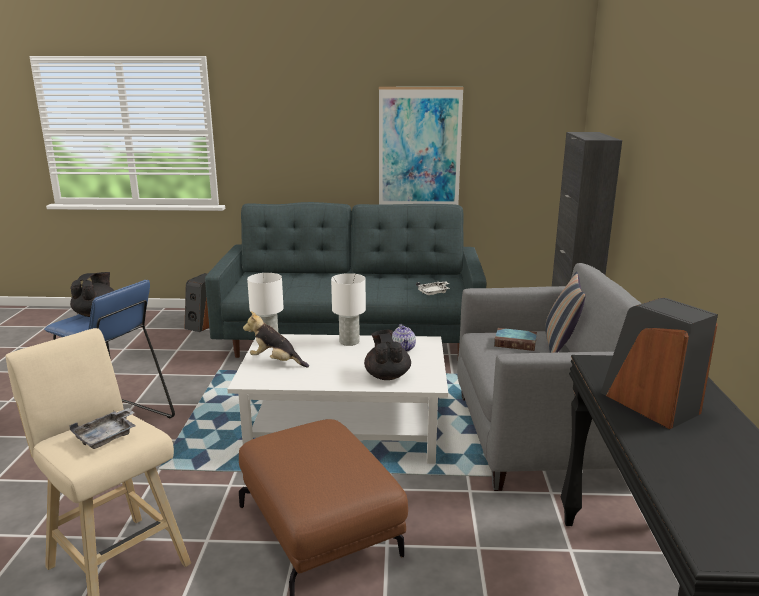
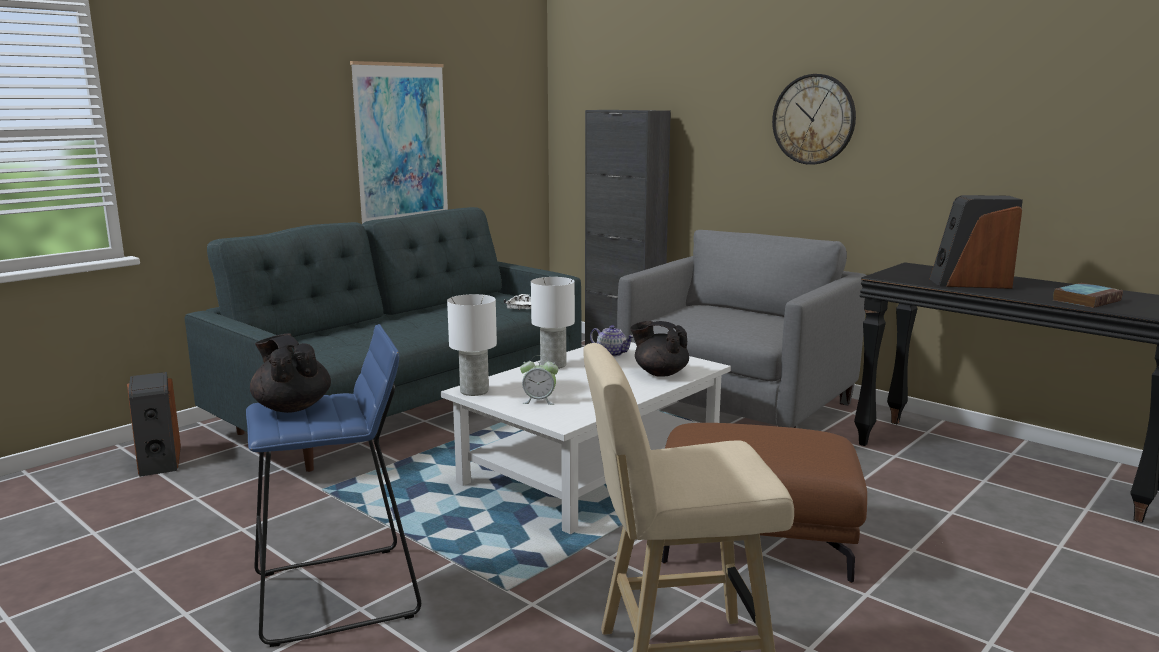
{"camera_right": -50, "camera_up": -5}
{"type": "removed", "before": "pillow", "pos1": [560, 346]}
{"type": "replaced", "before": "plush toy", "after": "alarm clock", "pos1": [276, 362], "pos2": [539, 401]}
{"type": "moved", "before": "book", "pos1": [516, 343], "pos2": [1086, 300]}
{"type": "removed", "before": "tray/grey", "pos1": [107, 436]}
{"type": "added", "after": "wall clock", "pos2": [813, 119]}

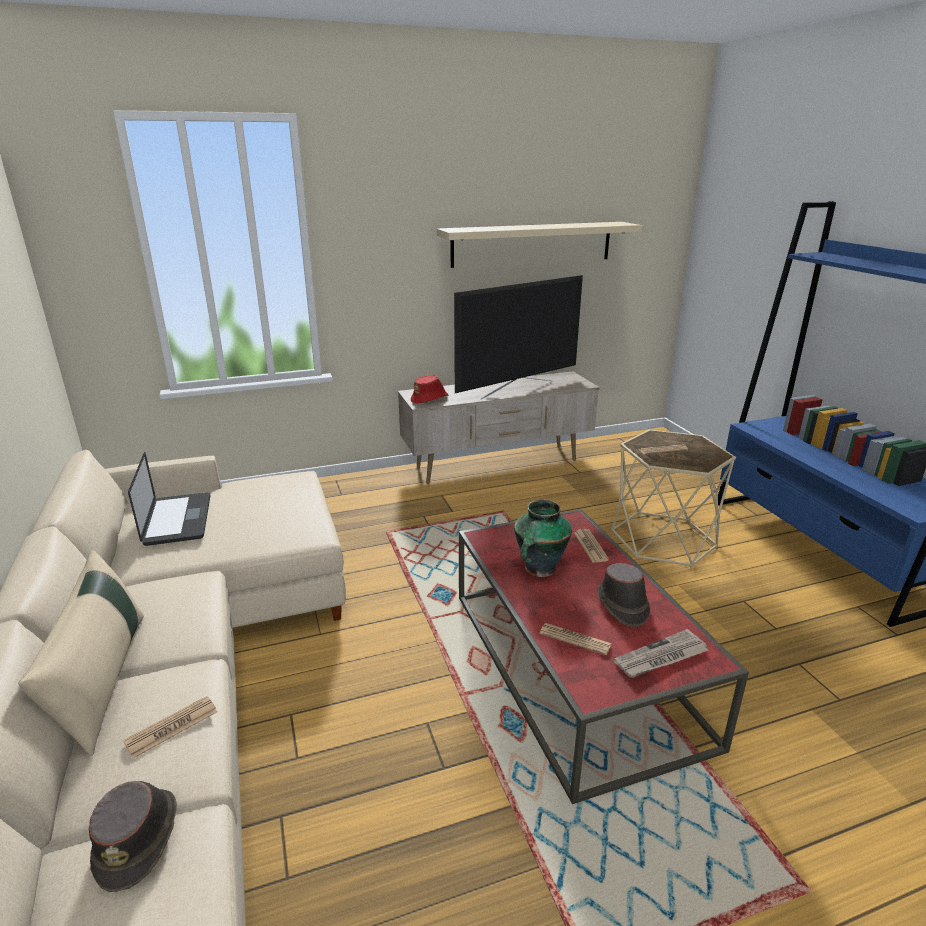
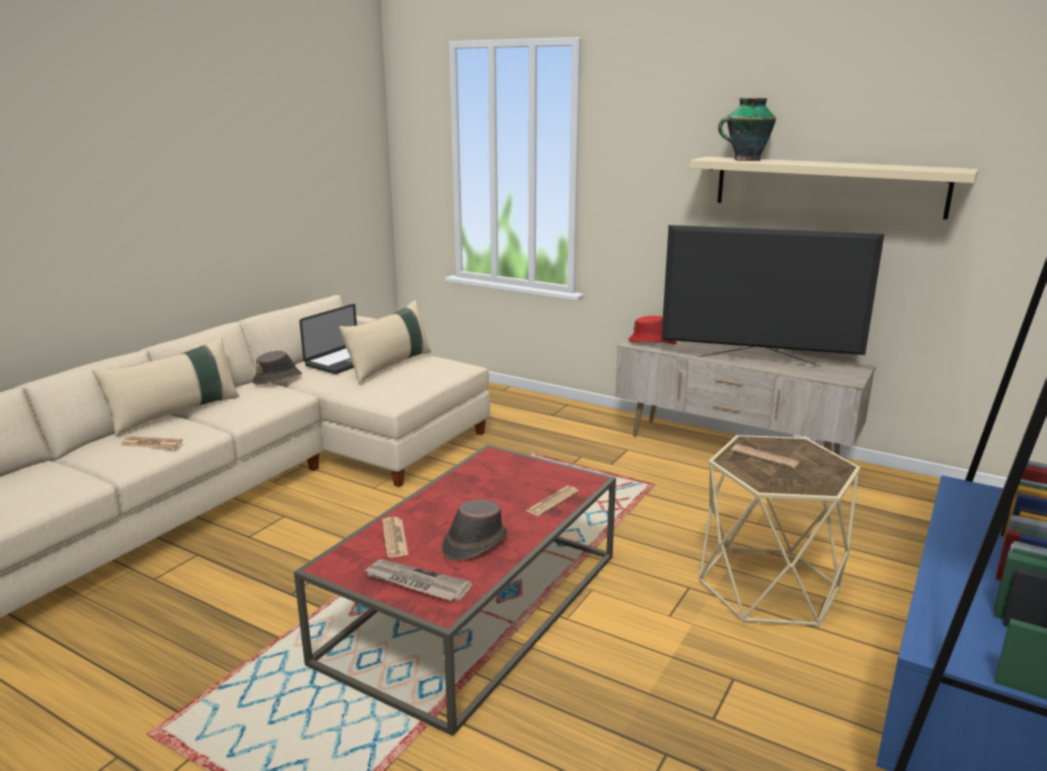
{"camera_right": 50, "camera_up": -5}
{"type": "moved", "before": "vase", "pos1": [539, 569], "pos2": [745, 160]}
{"type": "moved", "before": "hat/brown", "pos1": [139, 838], "pos2": [278, 379]}
{"type": "added", "after": "pillow/beige", "pos2": [390, 365]}

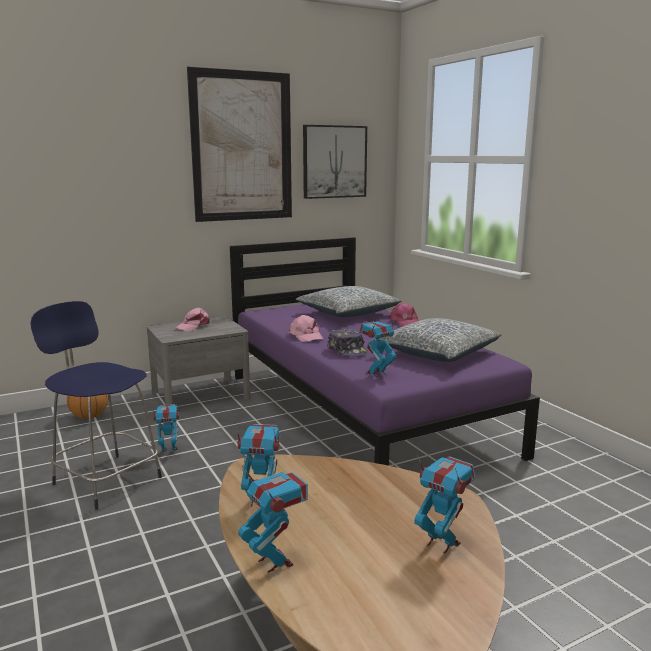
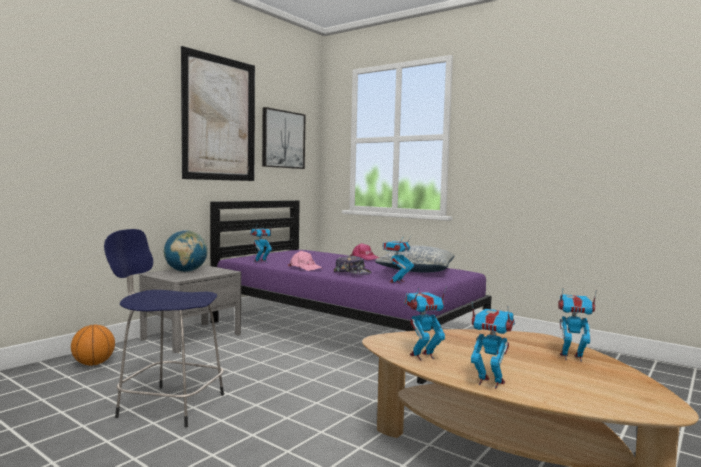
{"camera_right": -25, "camera_up": -10}
{"type": "removed", "before": "pillow", "pos1": [348, 313]}
{"type": "replaced", "before": "cap/pink", "after": "globe", "pos1": [193, 326], "pos2": [186, 271]}
{"type": "moved", "before": "toy robot", "pos1": [169, 451], "pos2": [260, 261]}

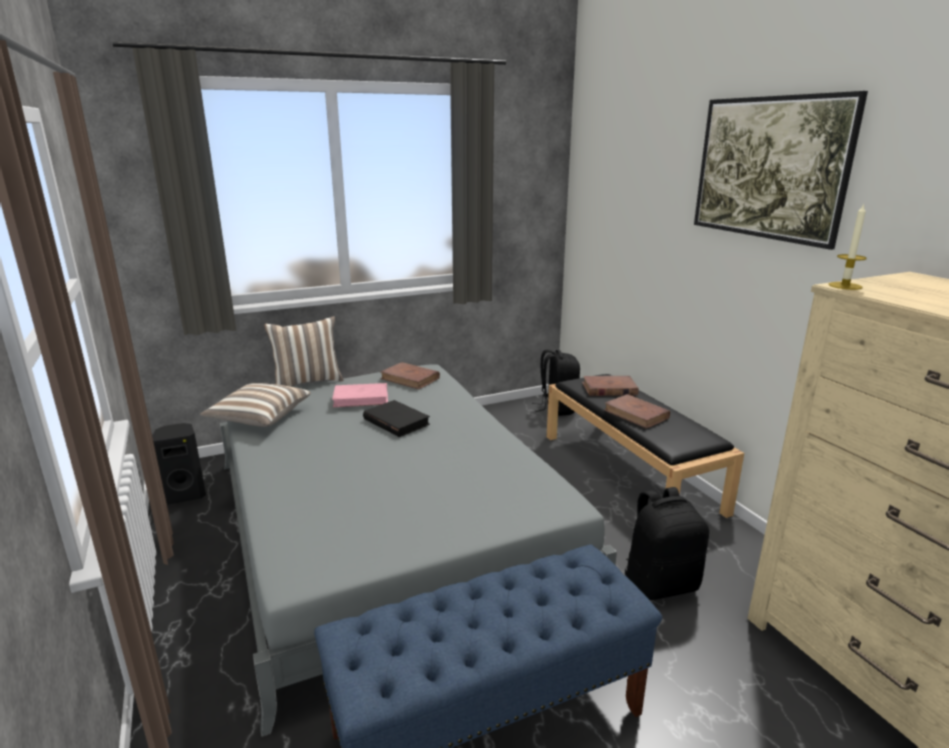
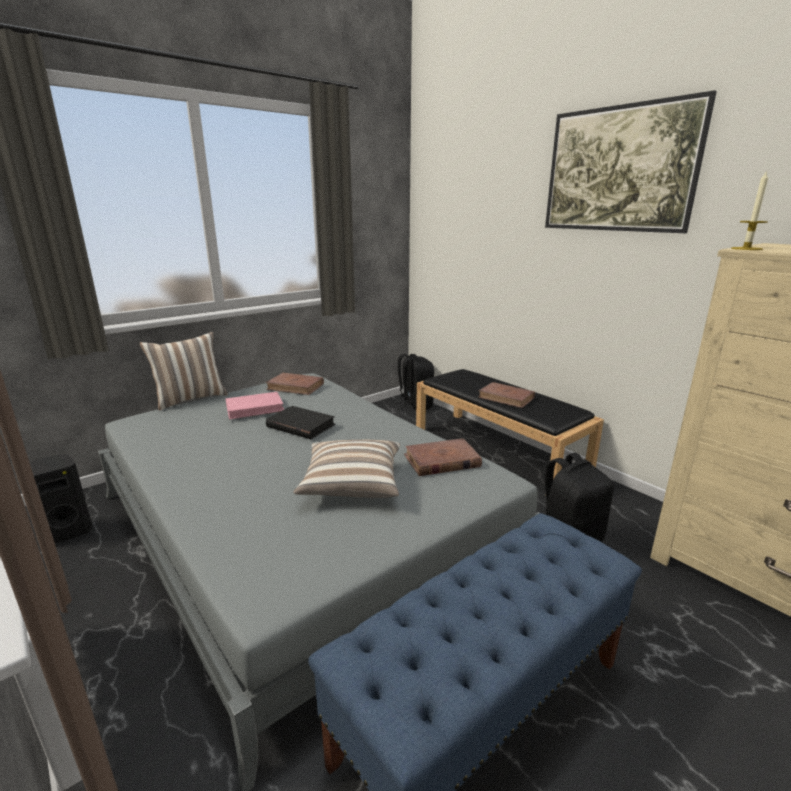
{"camera_right": -15, "camera_up": 0}
{"type": "moved", "before": "book/brown", "pos1": [609, 389], "pos2": [441, 461]}
{"type": "moved", "before": "pillow", "pos1": [259, 418], "pos2": [352, 485]}

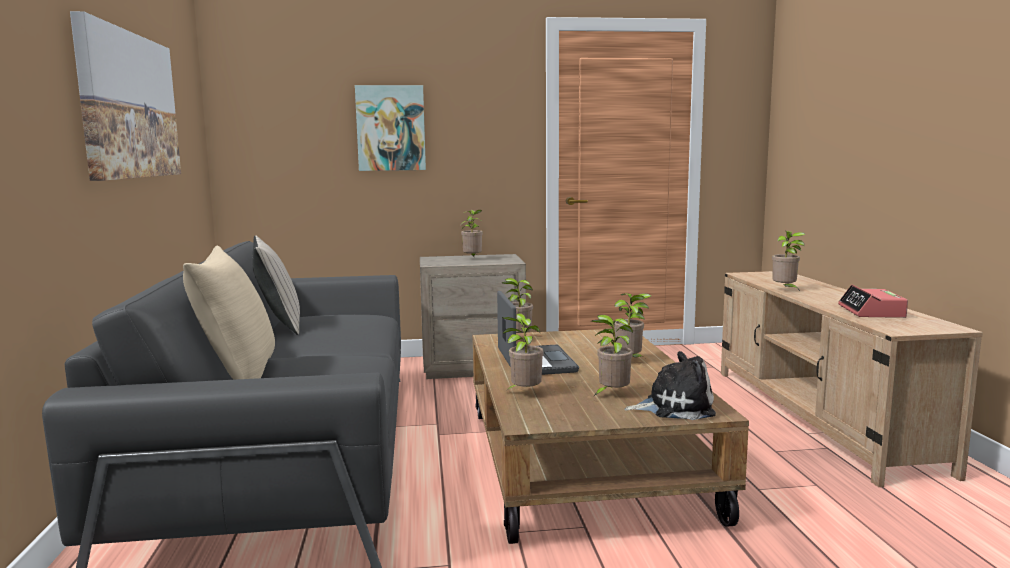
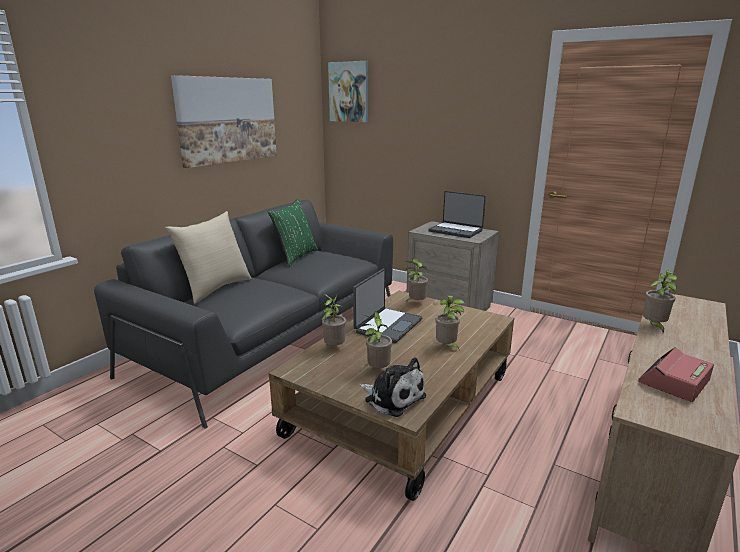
{"camera_right": 40, "camera_up": 10}
{"type": "moved", "before": "picture", "pos1": [391, 128], "pos2": [349, 92]}
{"type": "replaced", "before": "potted plant", "after": "laptop", "pos1": [473, 259], "pos2": [456, 231]}
{"type": "recoloured", "before": "pillow/beige", "after": "pillow/green", "pos1": [279, 326], "pos2": [295, 256]}

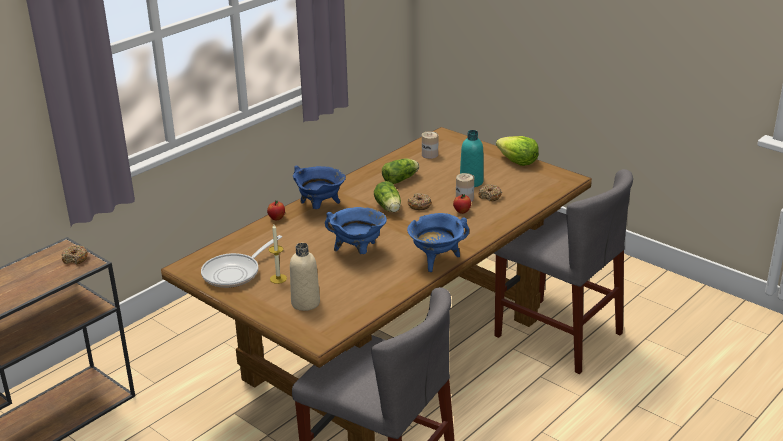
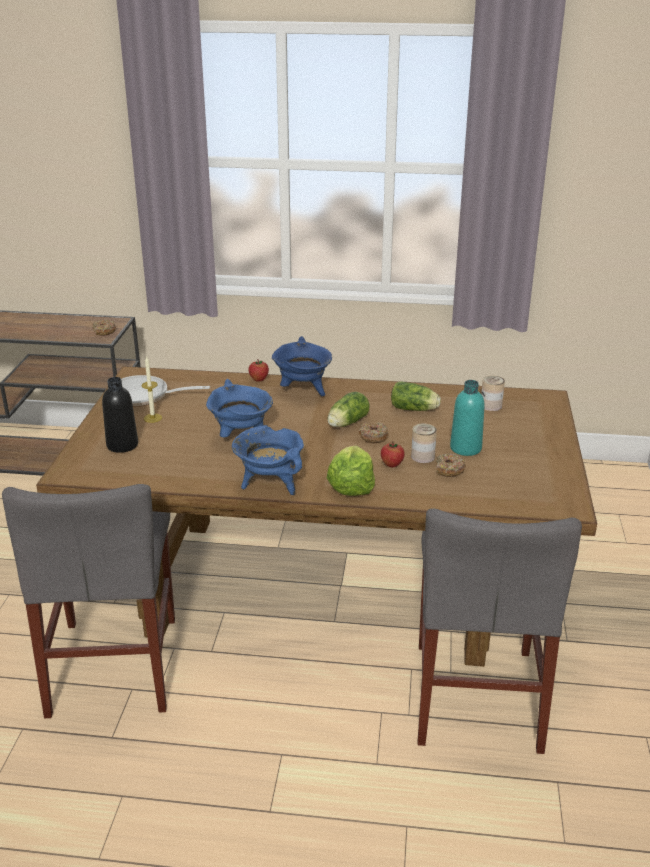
{"camera_right": 55, "camera_up": 0}
{"type": "moved", "before": "lettuce", "pos1": [517, 161], "pos2": [351, 486]}
{"type": "recoloured", "before": "bottle/beige", "after": "bottle/black", "pos1": [305, 303], "pos2": [122, 445]}

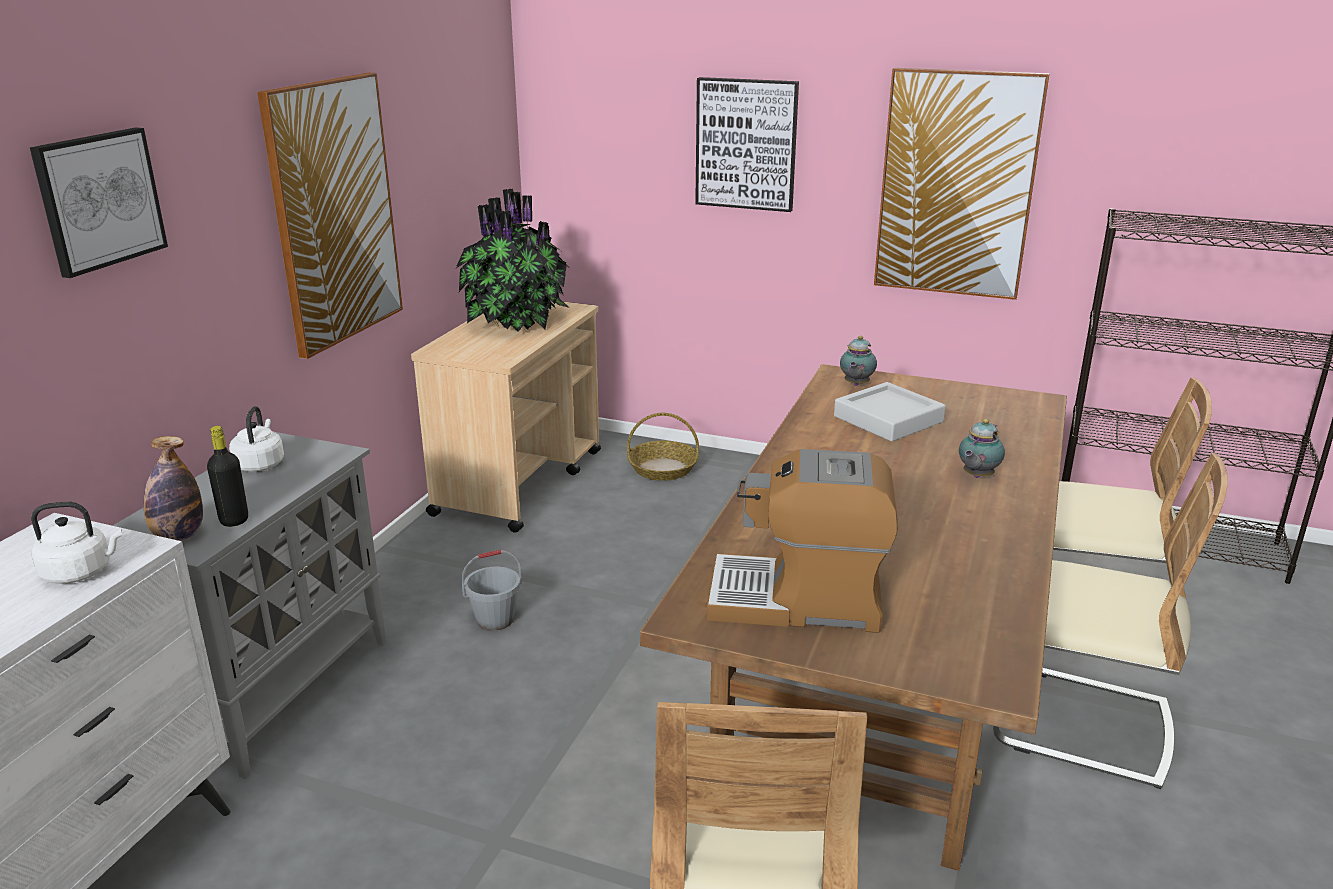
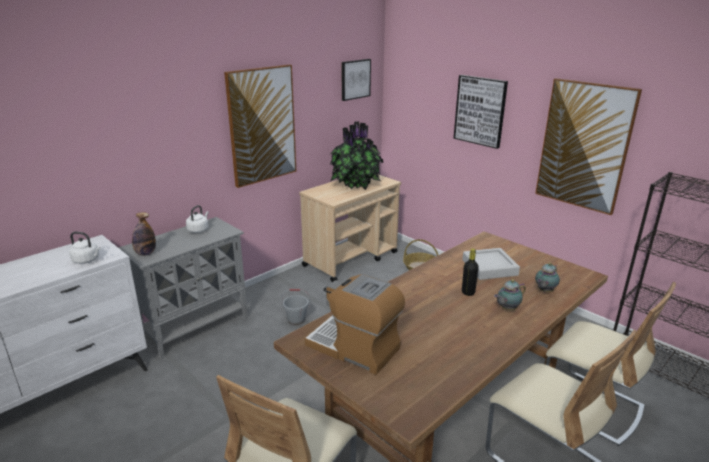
{"camera_right": 25, "camera_up": 0}
{"type": "moved", "before": "picture", "pos1": [99, 200], "pos2": [355, 79]}
{"type": "moved", "before": "teapot", "pos1": [855, 385], "pos2": [544, 291]}
{"type": "moved", "before": "bottle/black", "pos1": [234, 520], "pos2": [468, 292]}

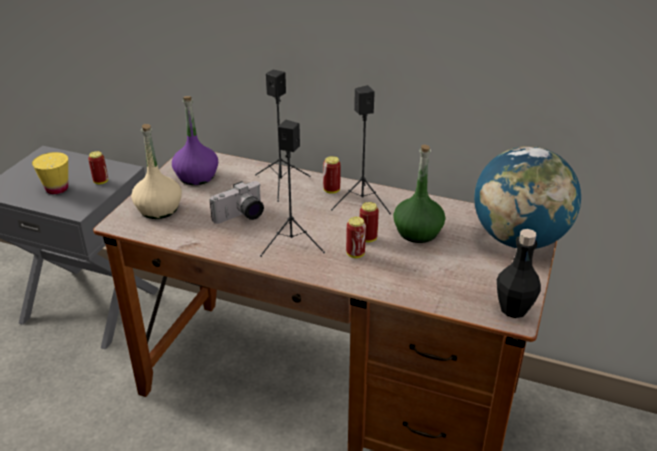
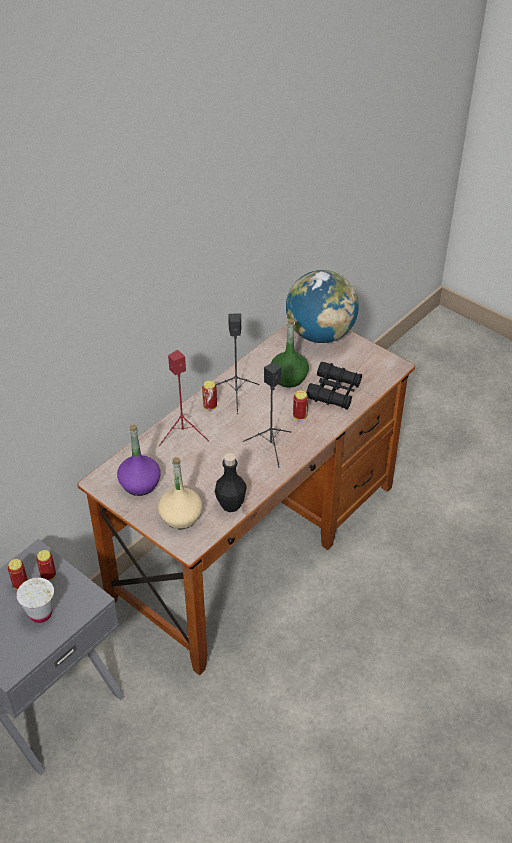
{"camera_right": -70, "camera_up": 10}
{"type": "recoloured", "before": "speaker/black", "after": "speaker/red", "pos1": [281, 183], "pos2": [182, 433]}
{"type": "recoloured", "before": "cup/yellow", "after": "cup/white", "pos1": [57, 189], "pos2": [40, 613]}
{"type": "removed", "before": "photo camera", "pos1": [241, 217]}
{"type": "moved", "before": "can", "pos1": [368, 238], "pos2": [20, 584]}
{"type": "moved", "before": "bottle/black", "pos1": [513, 309], "pos2": [231, 504]}
{"type": "added", "after": "binoculars/black", "pos2": [334, 391]}

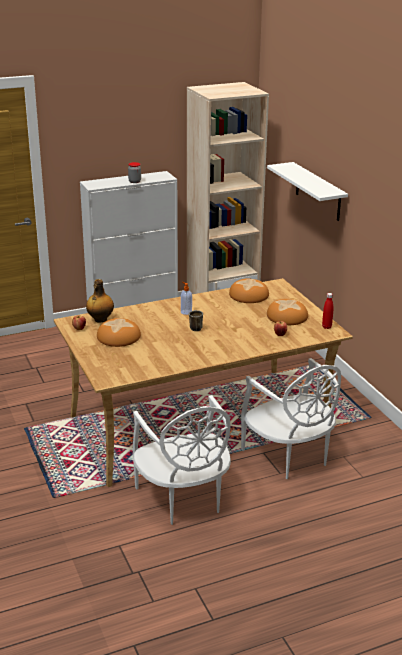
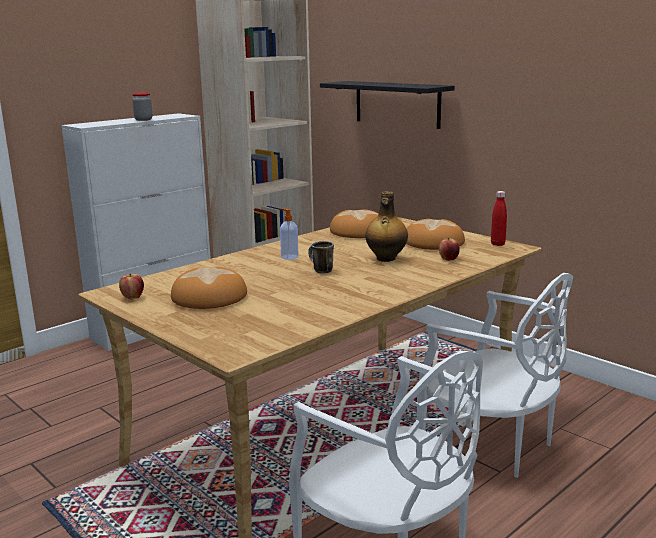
{"camera_right": -20, "camera_up": -10}
{"type": "recoloured", "before": "shelf/white", "after": "shelf/black", "pos1": [318, 192], "pos2": [397, 104]}
{"type": "moved", "before": "bottle", "pos1": [100, 320], "pos2": [385, 259]}

